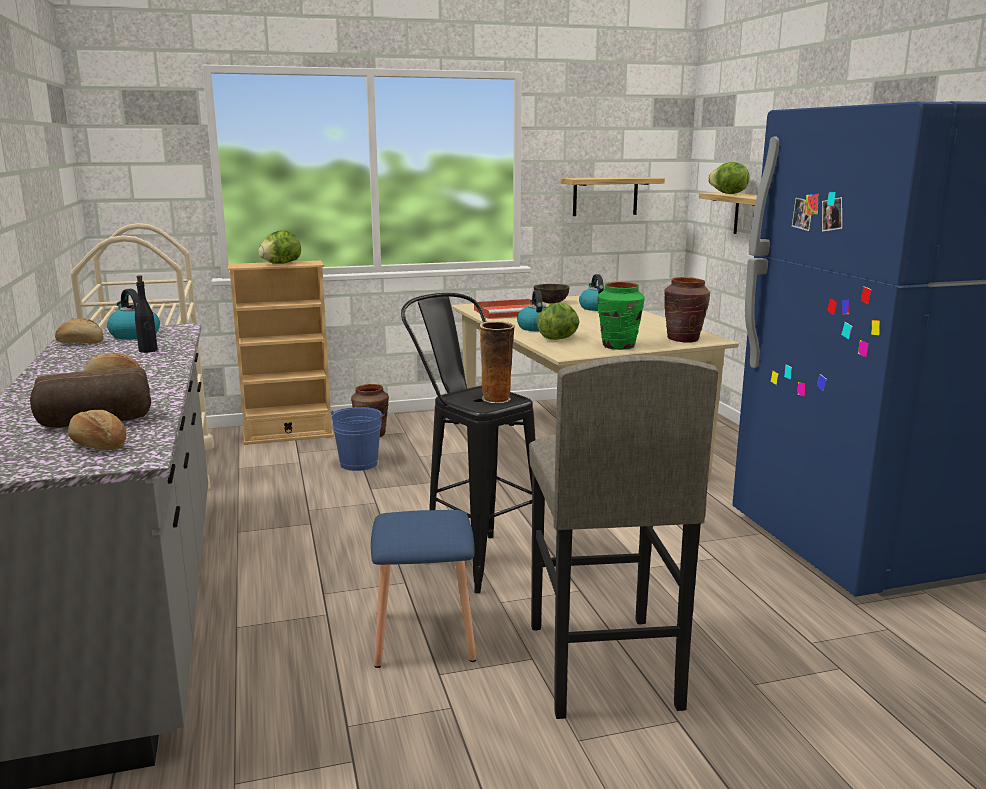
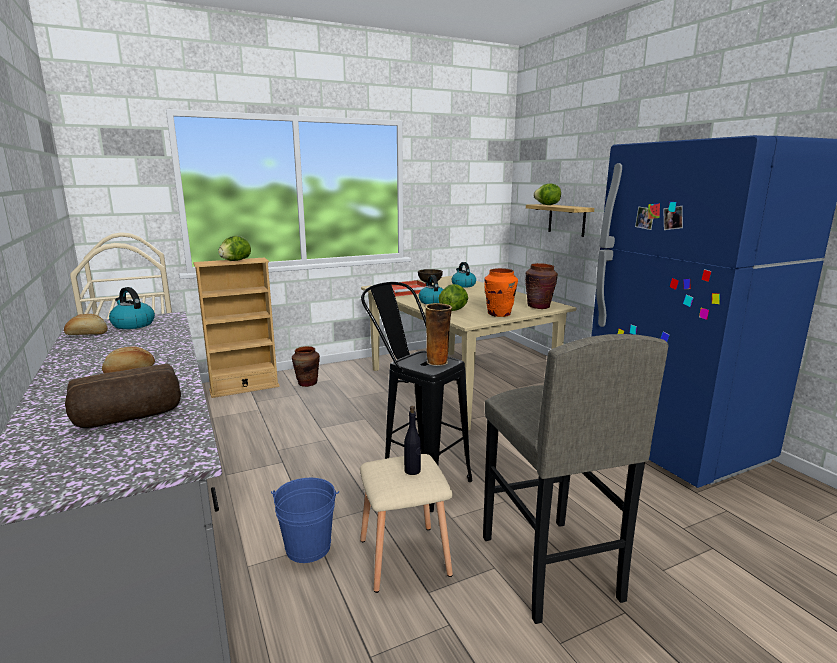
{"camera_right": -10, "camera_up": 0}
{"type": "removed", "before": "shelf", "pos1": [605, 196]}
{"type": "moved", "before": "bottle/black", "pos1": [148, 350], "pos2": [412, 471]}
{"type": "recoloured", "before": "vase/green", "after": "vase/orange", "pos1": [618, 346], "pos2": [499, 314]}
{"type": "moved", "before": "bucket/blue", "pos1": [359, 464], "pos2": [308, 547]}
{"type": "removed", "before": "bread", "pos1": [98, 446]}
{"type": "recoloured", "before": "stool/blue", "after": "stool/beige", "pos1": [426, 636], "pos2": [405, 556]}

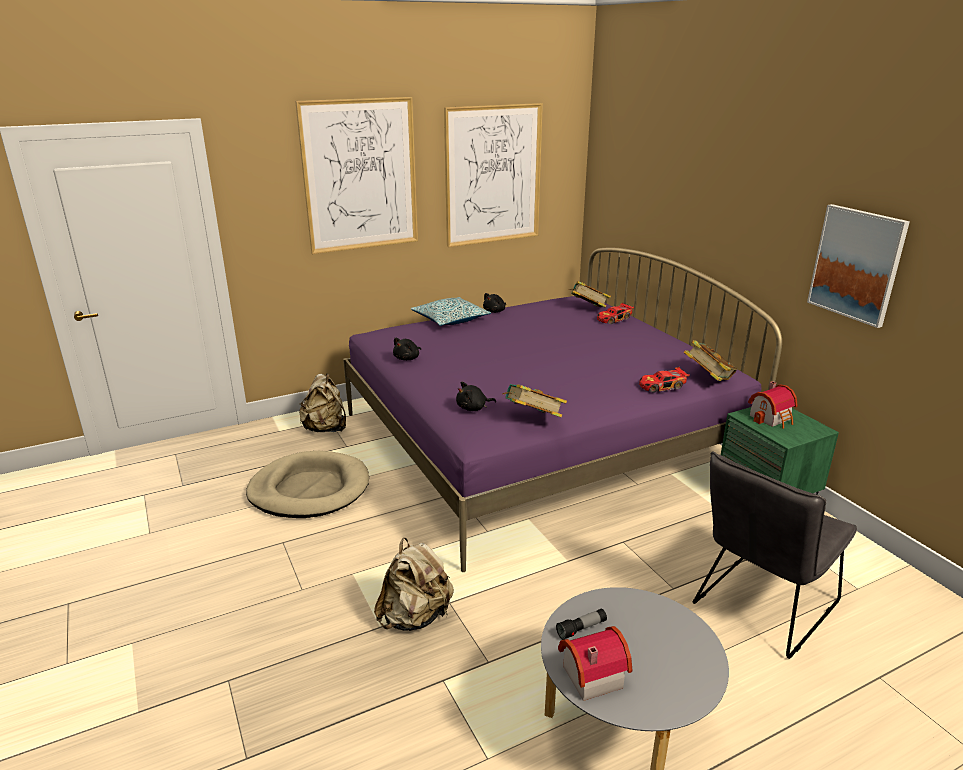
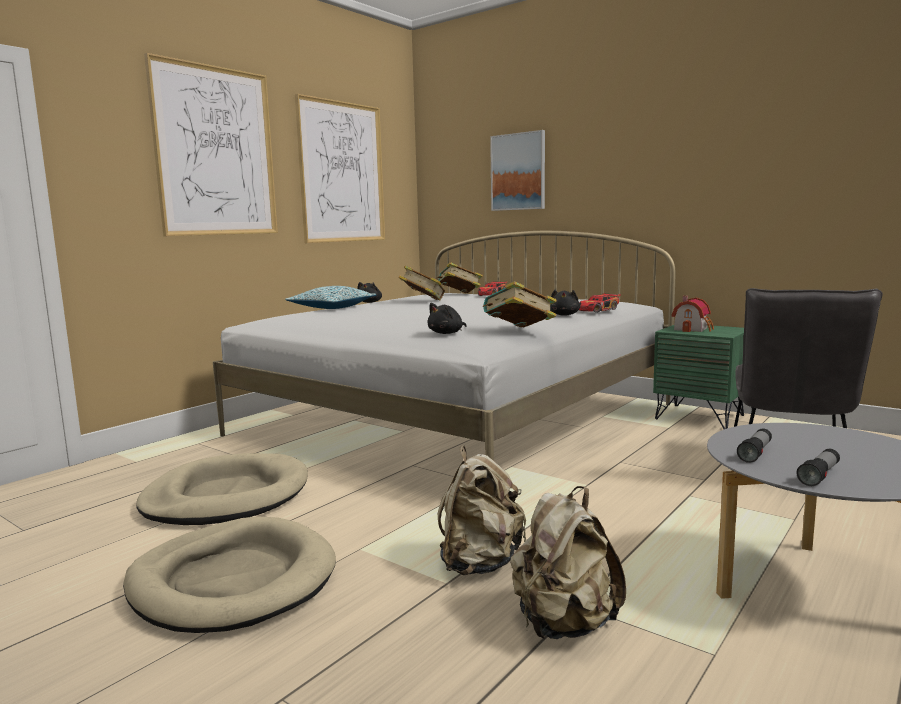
{"camera_right": -25, "camera_up": -15}
{"type": "moved", "before": "picture", "pos1": [856, 264], "pos2": [518, 172]}
{"type": "recoloured", "before": "bed/purple", "after": "bed/white", "pos1": [538, 442], "pos2": [457, 419]}
{"type": "moved", "before": "plush toy/black", "pos1": [407, 358], "pos2": [564, 315]}
{"type": "moved", "before": "book", "pos1": [707, 379], "pos2": [422, 301]}
{"type": "moved", "before": "backpack/beige", "pos1": [325, 428], "pos2": [563, 624]}
{"type": "replaced", "before": "toy house", "after": "flashlight", "pos1": [589, 674], "pos2": [819, 476]}
{"type": "added", "after": "dog bed/beige", "pos2": [233, 581]}

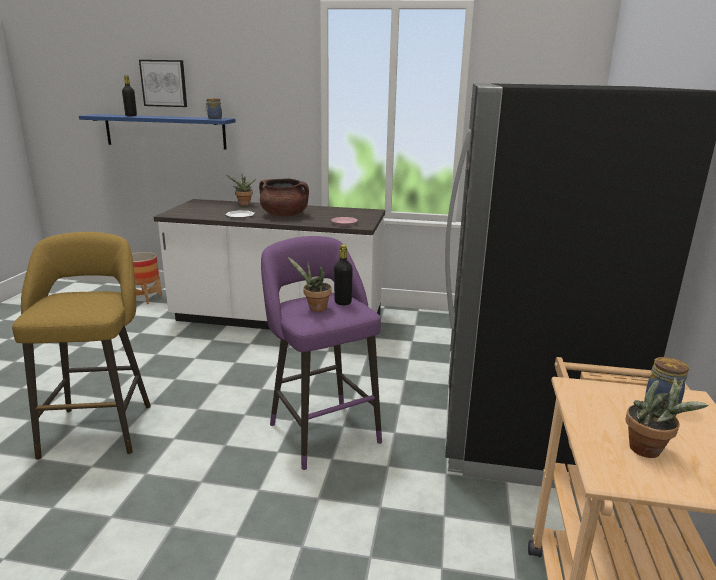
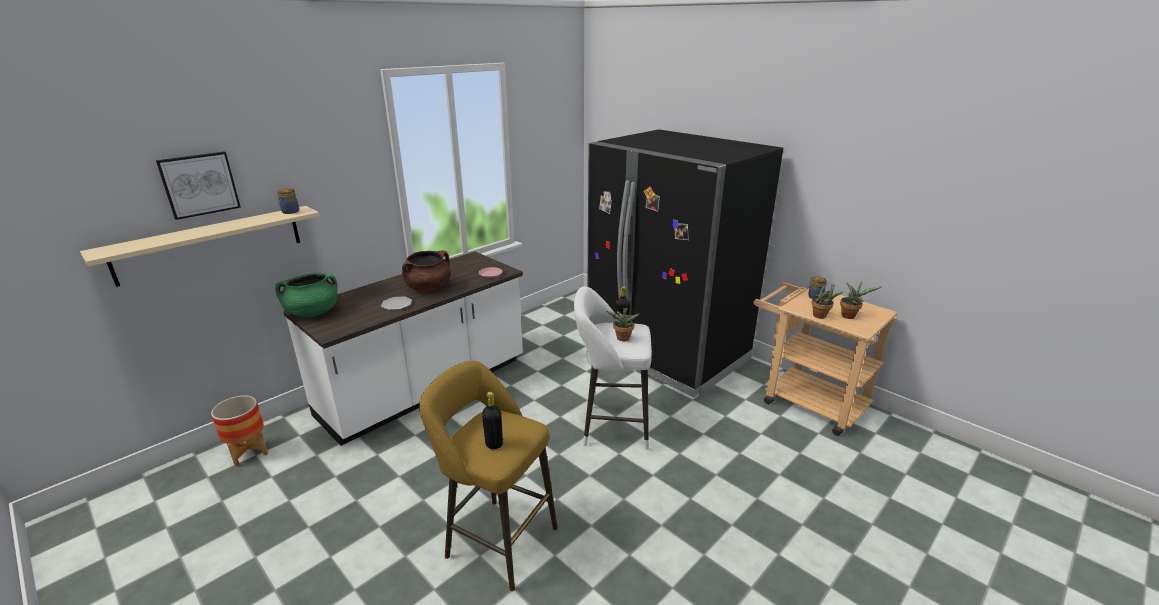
{"camera_right": -55, "camera_up": 5}
{"type": "moved", "before": "bottle/black", "pos1": [131, 116], "pos2": [494, 444]}
{"type": "recoloured", "before": "shelf/blue", "after": "shelf/beige", "pos1": [165, 131], "pos2": [210, 244]}
{"type": "moved", "before": "potted plant", "pos1": [243, 205], "pos2": [821, 316]}
{"type": "recoloured", "before": "stool/purple", "after": "stool/white", "pos1": [321, 429], "pos2": [611, 426]}
{"type": "added", "after": "cooking pot/green", "pos2": [313, 312]}

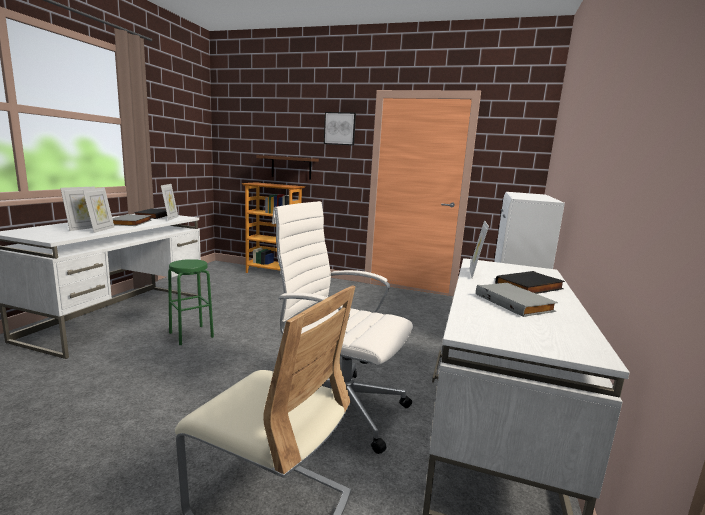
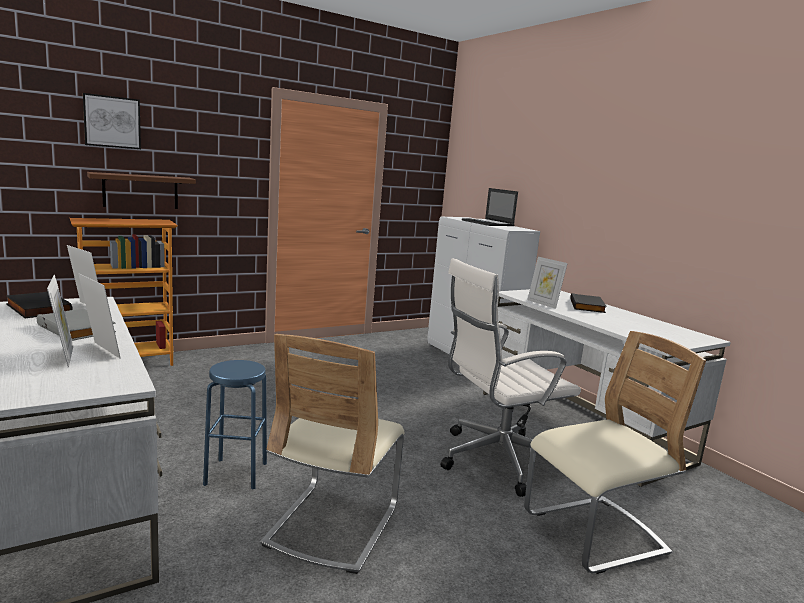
{"camera_right": -50, "camera_up": 0}
{"type": "moved", "before": "picture", "pos1": [340, 128], "pos2": [112, 122]}
{"type": "recoloured", "before": "stool/green", "after": "stool/blue", "pos1": [191, 335], "pos2": [236, 473]}
{"type": "removed", "before": "book/grey", "pos1": [515, 303]}
{"type": "added", "after": "laptop", "pos2": [488, 223]}
{"type": "added", "after": "chair/beige", "pos2": [332, 525]}

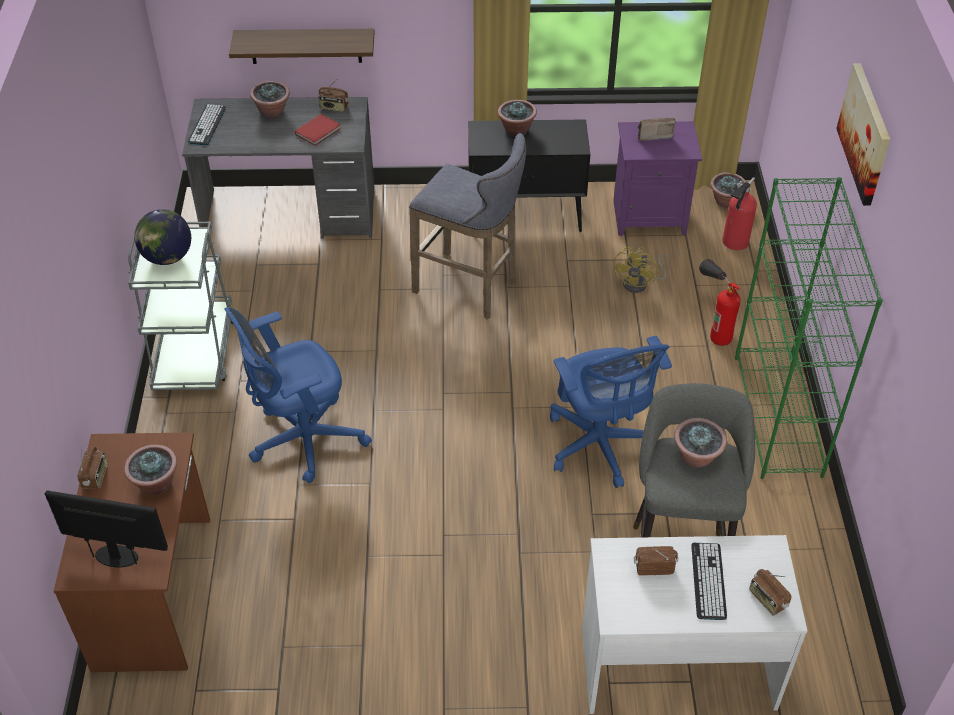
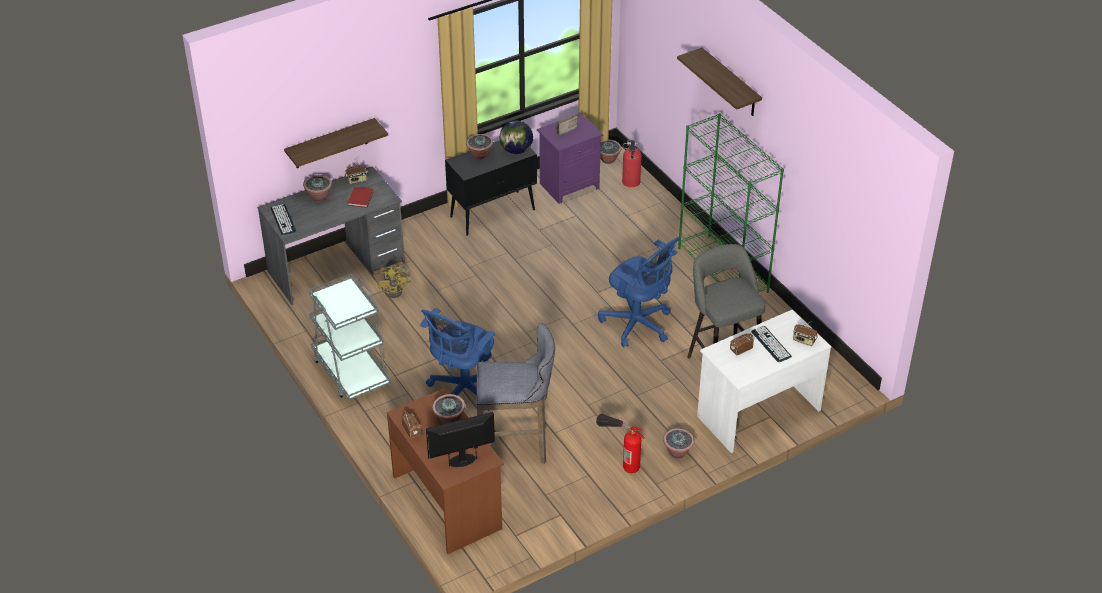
{"camera_right": -30, "camera_up": -5}
{"type": "replaced", "before": "picture", "after": "shelf", "pos1": [865, 133], "pos2": [730, 83]}
{"type": "moved", "before": "stool/grey", "pos1": [470, 287], "pos2": [516, 446]}
{"type": "moved", "before": "globe", "pos1": [168, 257], "pos2": [516, 150]}
{"type": "moved", "before": "fan/yellow", "pos1": [640, 283], "pos2": [396, 290]}
{"type": "moved", "before": "fire extinguisher", "pos1": [713, 323], "pos2": [620, 458]}
{"type": "moved", "before": "potted plant", "pos1": [696, 457], "pos2": [677, 452]}

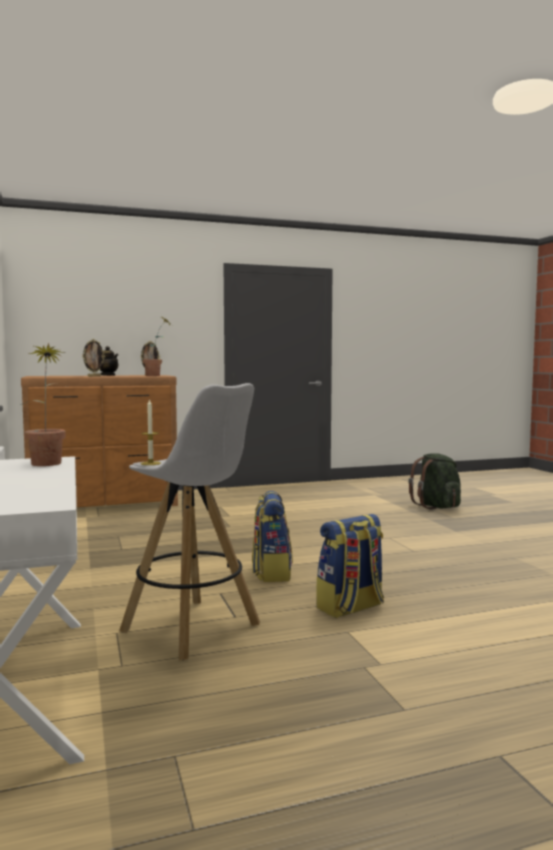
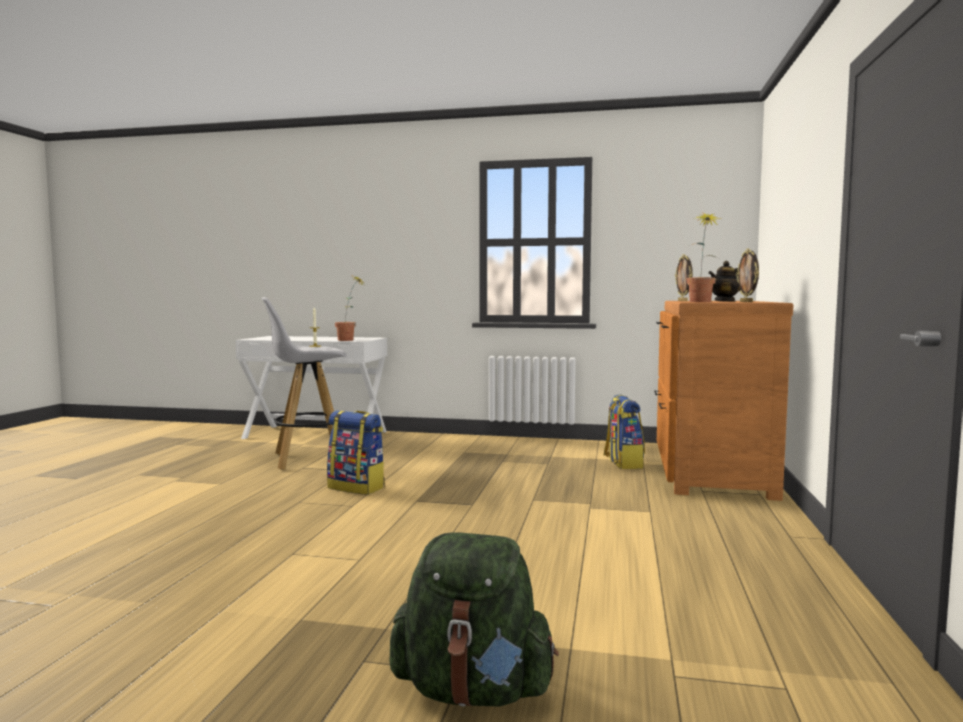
{"camera_right": 120, "camera_up": 0}
{"type": "moved", "before": "backpack", "pos1": [350, 608], "pos2": [623, 463]}

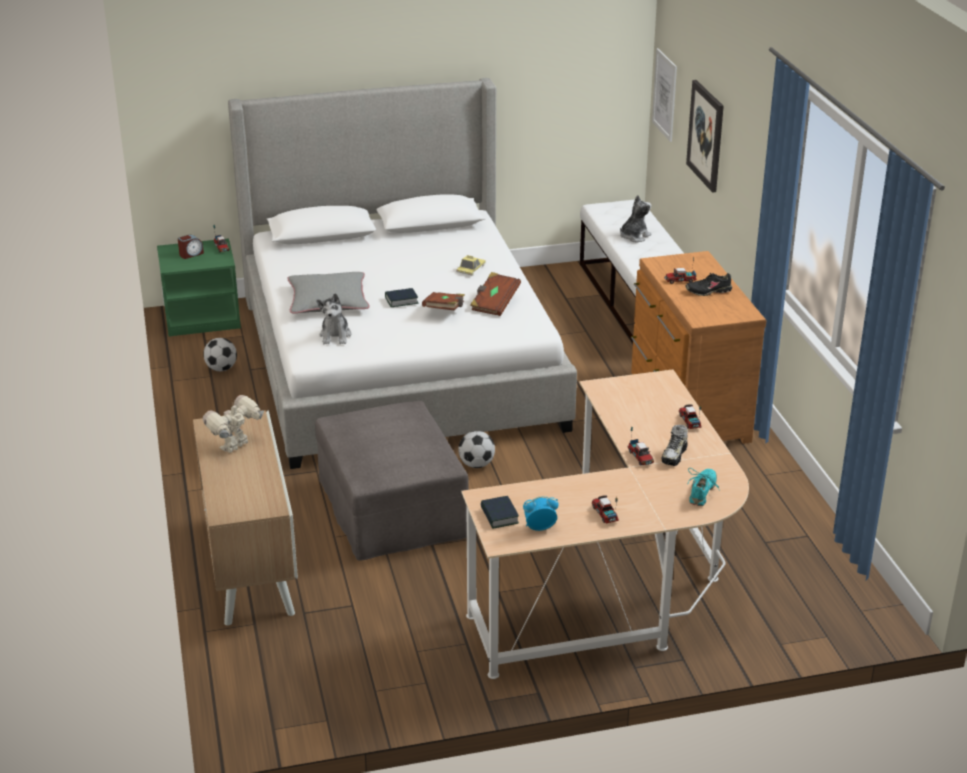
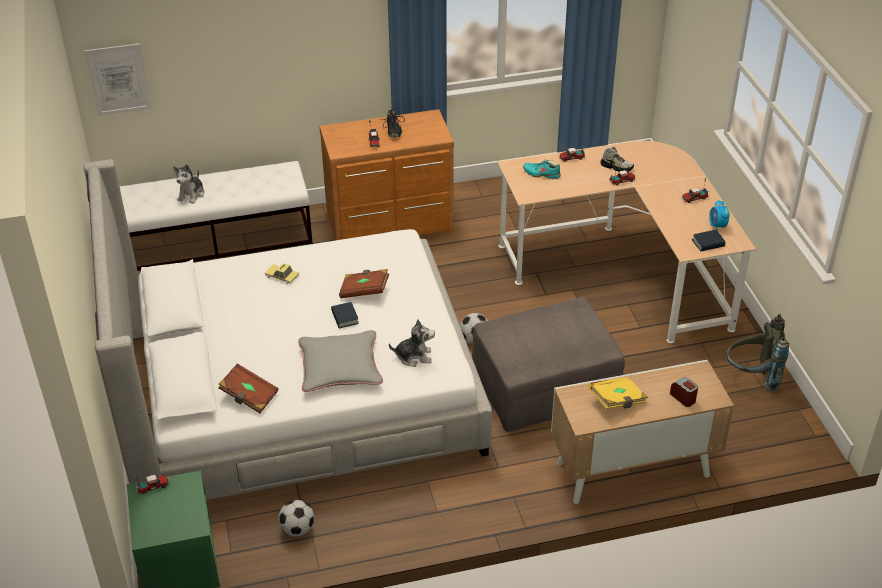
{"camera_right": -90, "camera_up": 10}
{"type": "removed", "before": "picture", "pos1": [706, 135]}
{"type": "turned", "before": "plush toy", "pos1": [634, 236], "pos2": [191, 194], "turn": -120}
{"type": "moved", "before": "alarm clock", "pos1": [191, 254], "pos2": [683, 398]}
{"type": "moved", "before": "book/brown", "pos1": [494, 304], "pos2": [249, 396]}
{"type": "replaced", "before": "toy robot", "after": "book/yellow", "pos1": [236, 447], "pos2": [617, 401]}
{"type": "moved", "before": "shoe/turquoise", "pos1": [702, 492], "pos2": [541, 174]}
{"type": "added", "after": "backpack/grey", "pos2": [752, 376]}

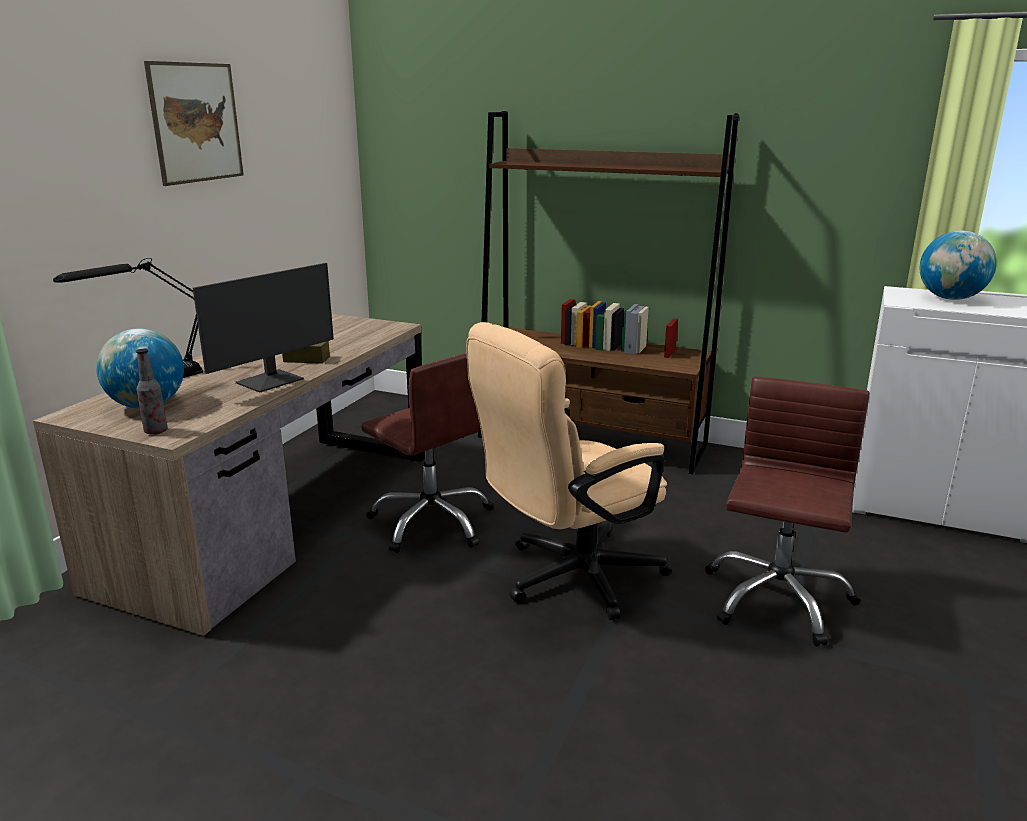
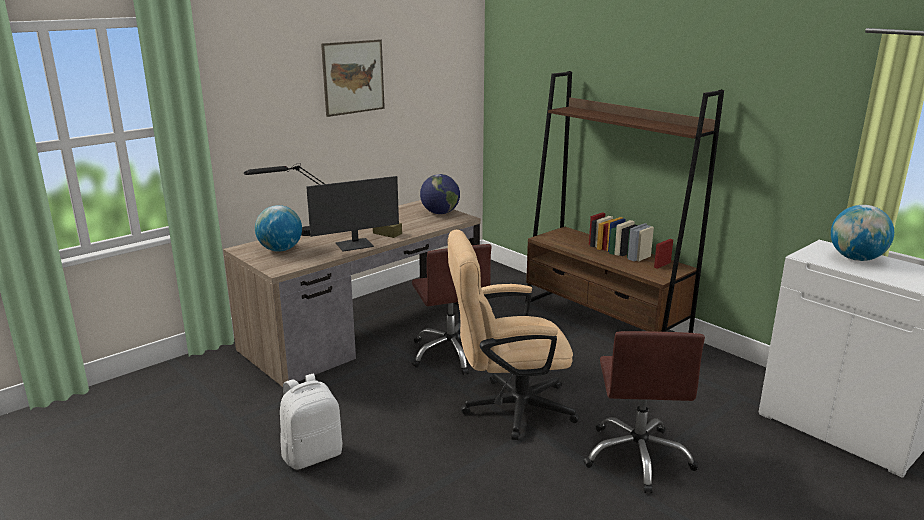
{"camera_right": 25, "camera_up": 0}
{"type": "removed", "before": "bottle", "pos1": [156, 431]}
{"type": "turned", "before": "office chair/brown", "pos1": [776, 598], "pos2": [638, 457], "turn": 135}
{"type": "added", "after": "globe", "pos2": [440, 213]}
{"type": "added", "after": "backpack/white", "pos2": [313, 455]}

